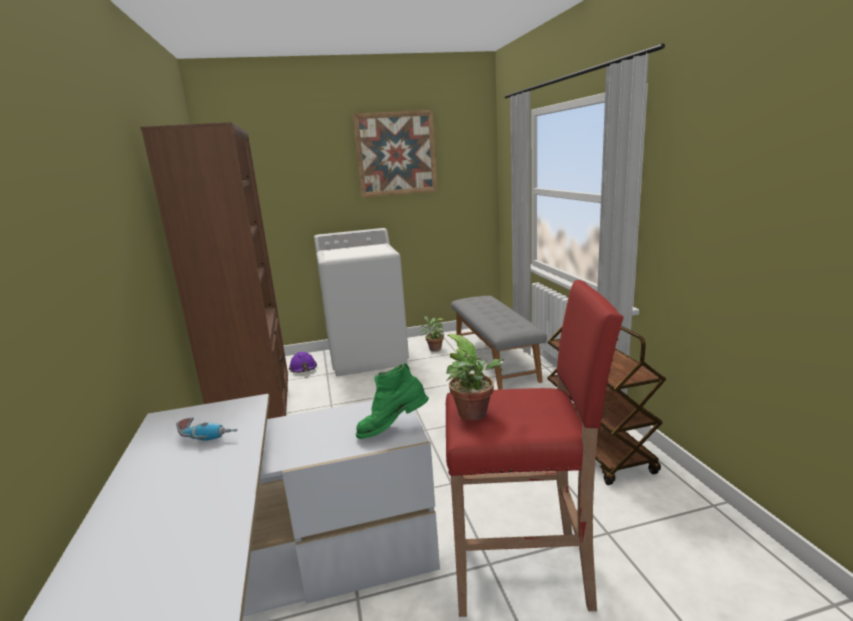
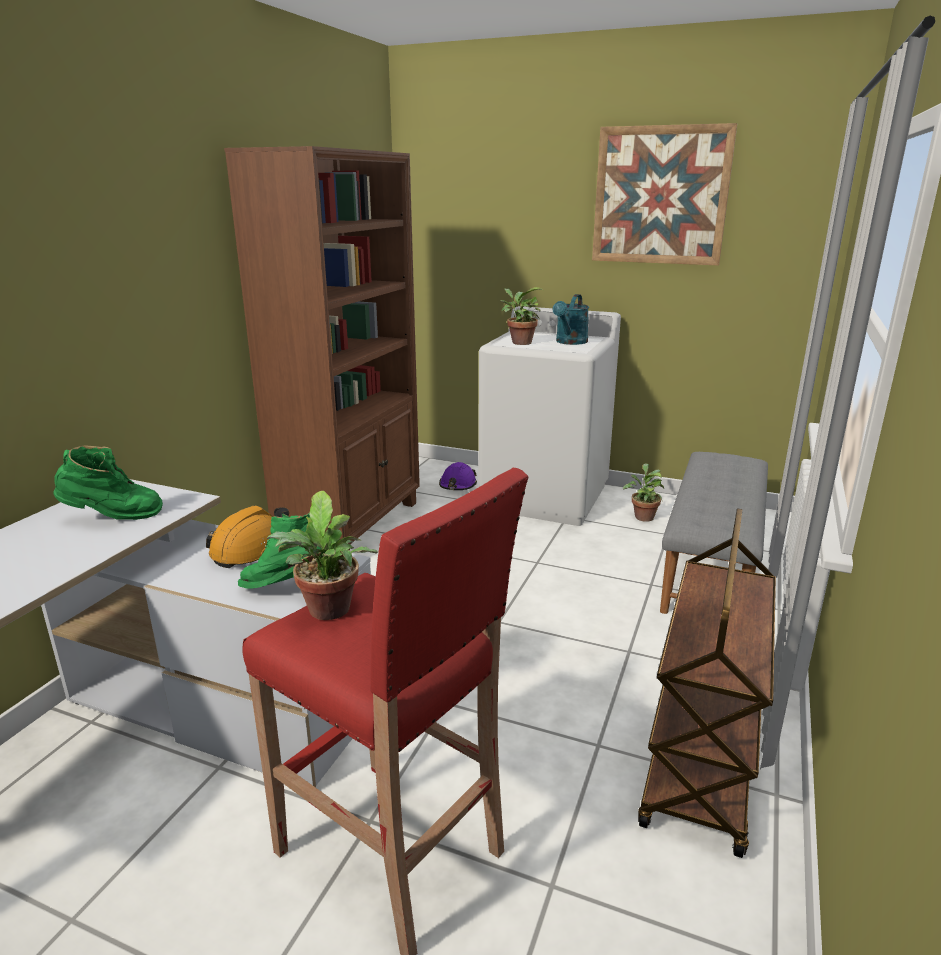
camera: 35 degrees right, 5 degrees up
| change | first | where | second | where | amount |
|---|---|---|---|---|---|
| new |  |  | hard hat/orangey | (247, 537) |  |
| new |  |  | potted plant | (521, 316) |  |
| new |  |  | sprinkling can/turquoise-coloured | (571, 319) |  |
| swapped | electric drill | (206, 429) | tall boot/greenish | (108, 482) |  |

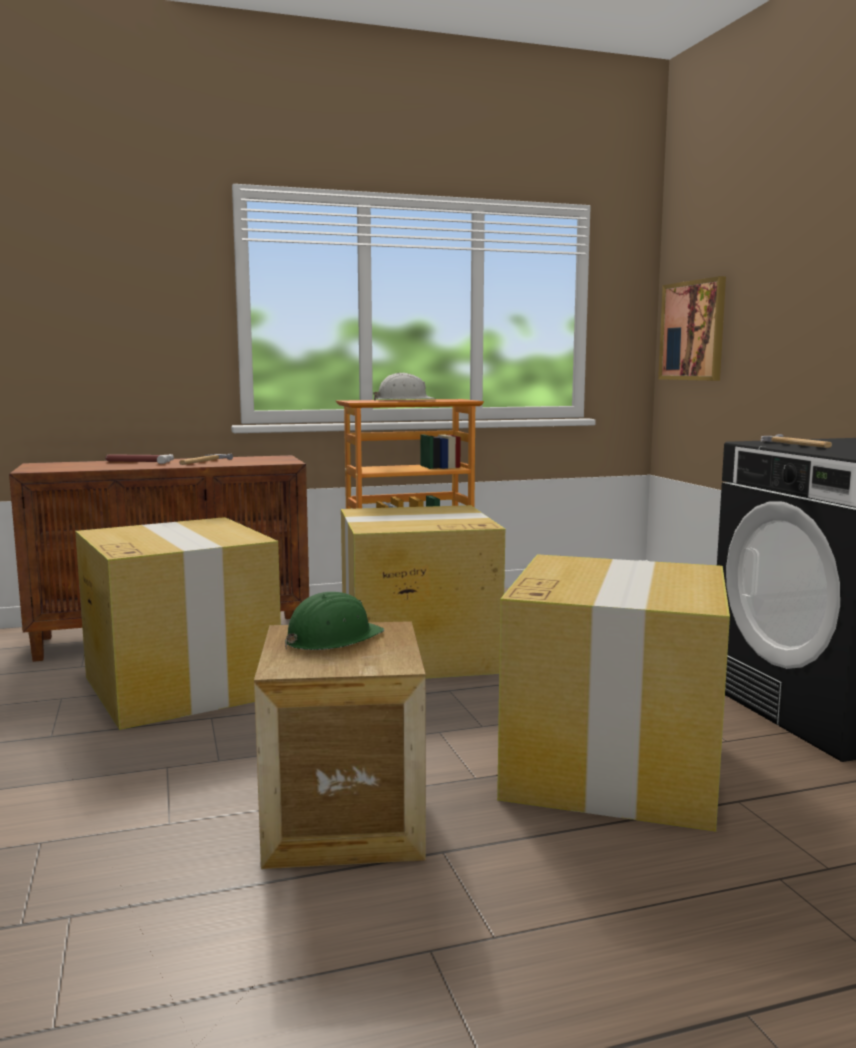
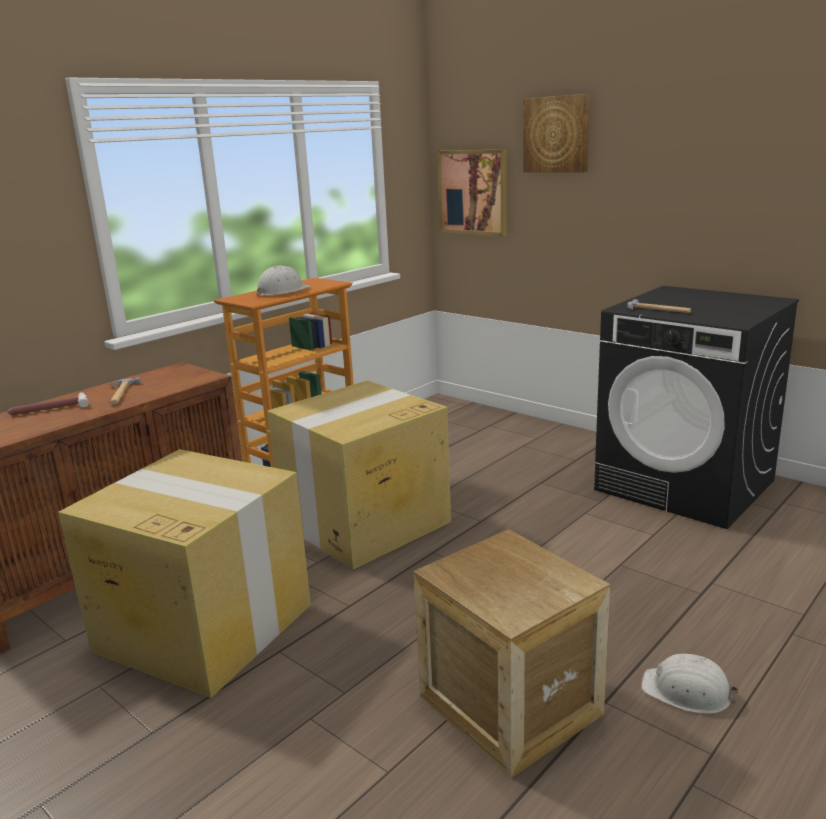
camera: 30 degrees left, 10 degrees up
| change | first | where | second | where | amount |
|---|---|---|---|---|---|
| gone | hard hat/greenish | (334, 621) |  |  |  |
| gone | packing box | (613, 693) |  |  |  |
| new |  |  | wall art | (556, 133) |  |
| new |  |  | hard hat/white-coloured | (690, 684) |  |

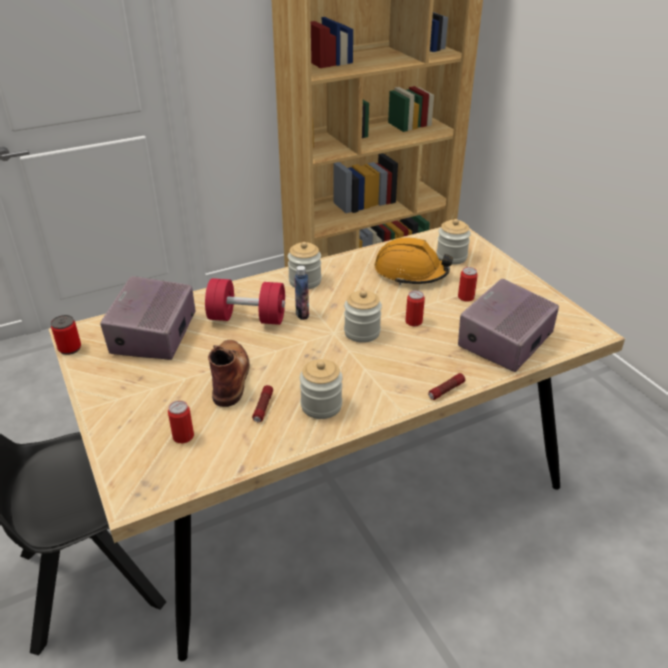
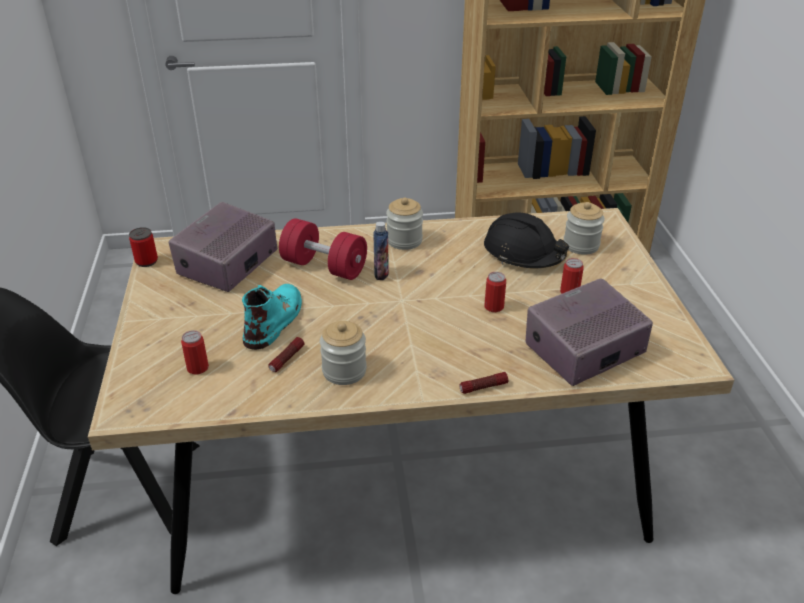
camera: 20 degrees right, 0 degrees up
| change | first | where | second | where | amount |
|---|---|---|---|---|---|
| gone | jar | (363, 316) |  |  |  |
| repainted | tall boot/brown | (229, 373) | tall boot/turquoise-coloured | (272, 317) |  |
| repainted | hard hat/orangey | (413, 261) | hard hat/black-coloured | (526, 240) |  |

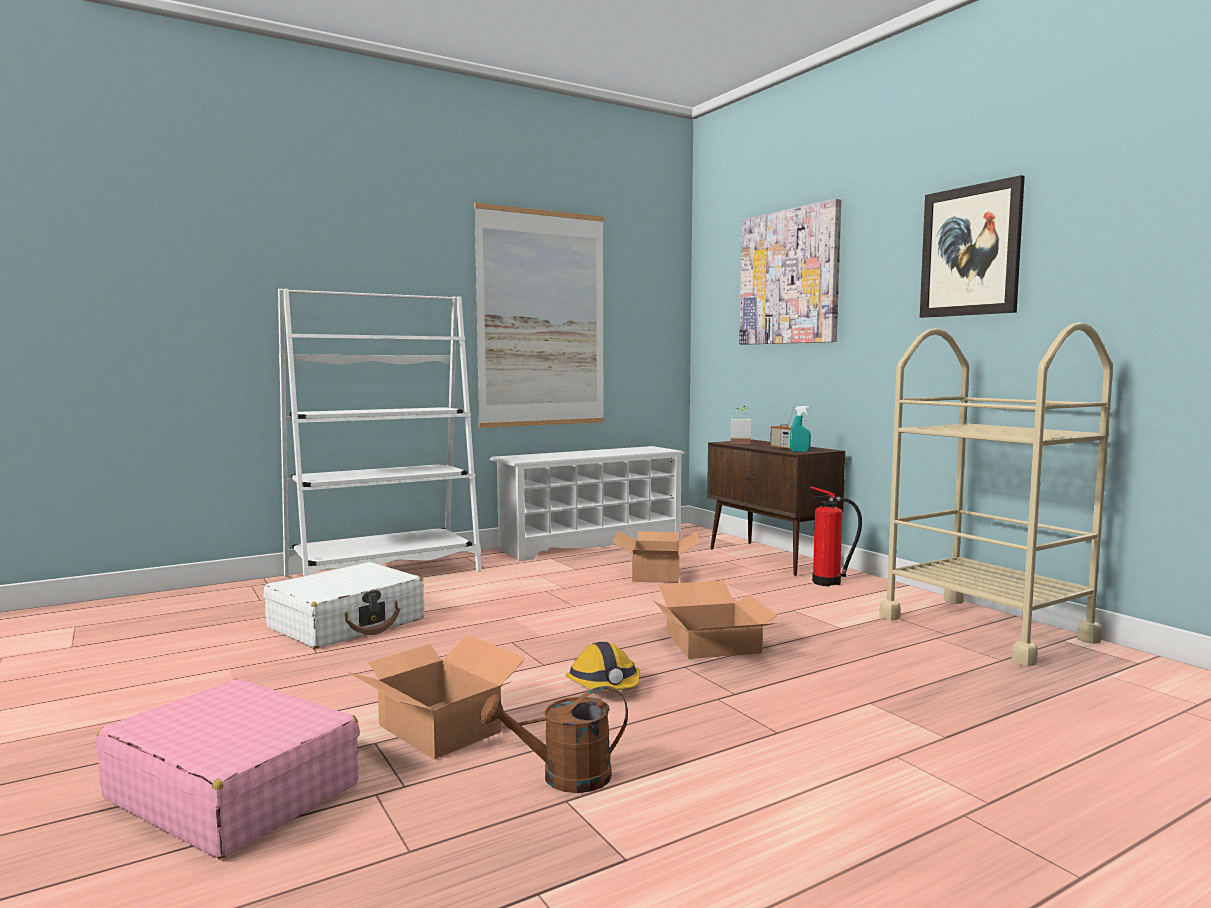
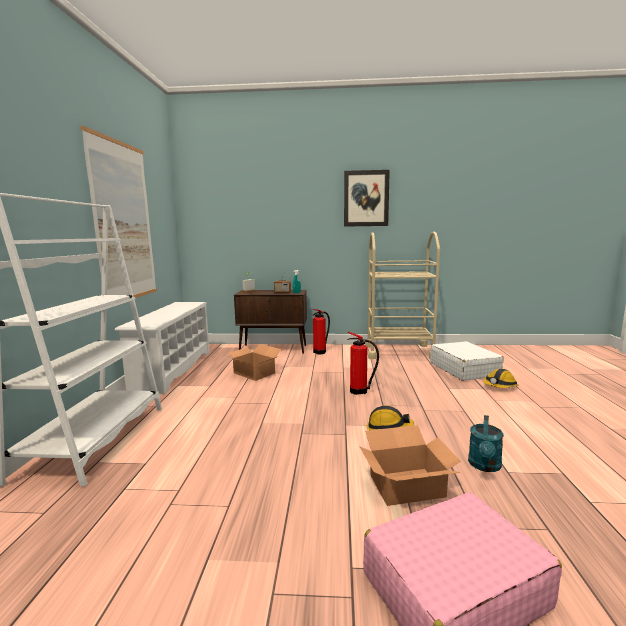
camera: 55 degrees left, 5 degrees up
| change | first | where | second | where | amount |
|---|---|---|---|---|---|
| gone | wall art | (790, 272) |  |  |  |
| new |  |  | hard hat | (500, 378) |  |
| shifted | travel case/white-coloured | (344, 605) |  | (467, 361) |  |
| swapped | packing box | (715, 620) | fire-fighting cylinder | (363, 363) |  |
| repainted | sprinkling can/brown | (554, 739) | sprinkling can/turquoise-coloured | (486, 443) |  |

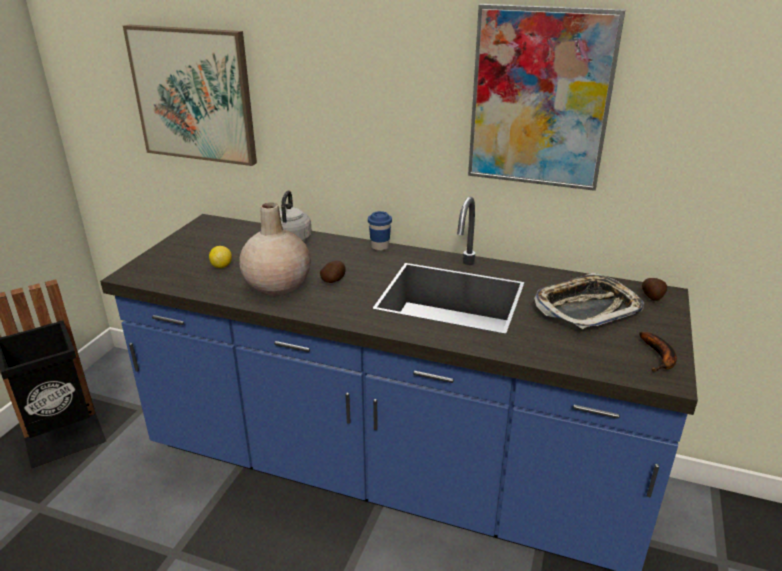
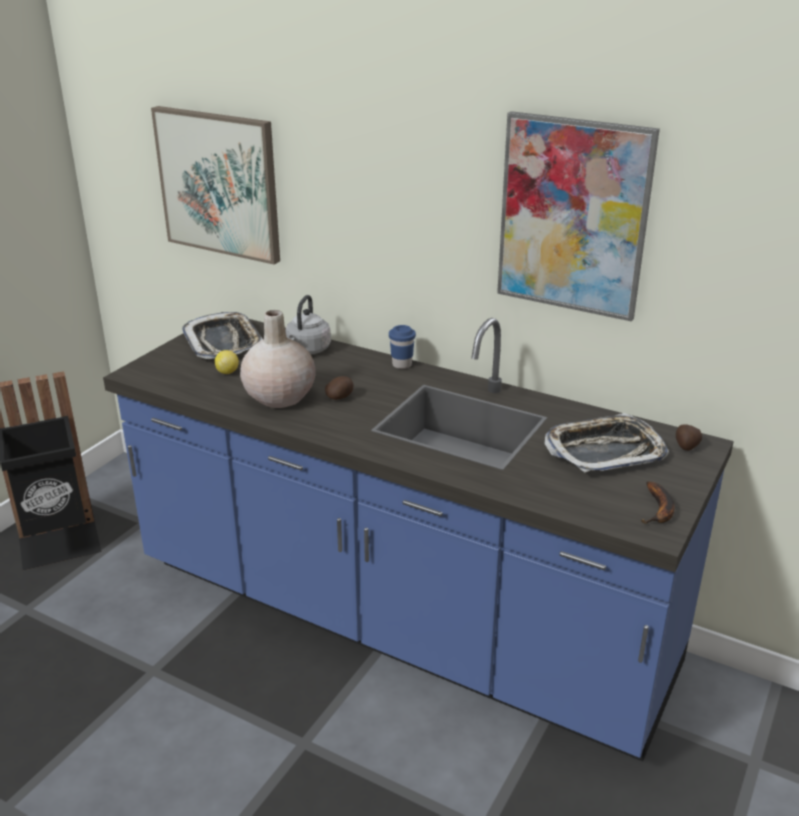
camera: 10 degrees right, 0 degrees up
| change | first | where | second | where | amount |
|---|---|---|---|---|---|
| new |  |  | carrying tray | (222, 335) |  |

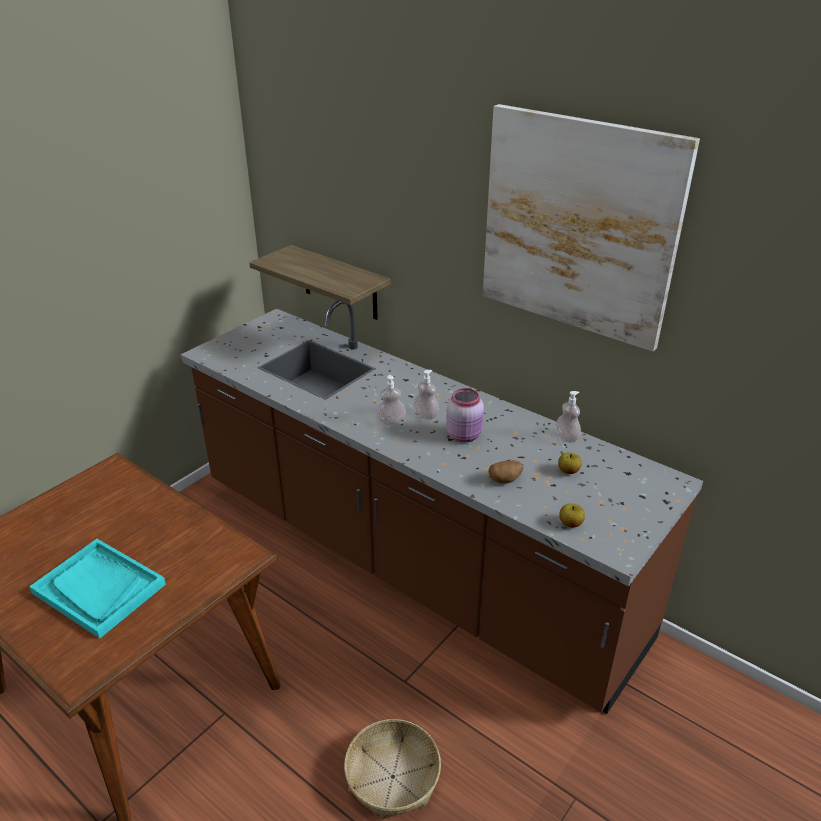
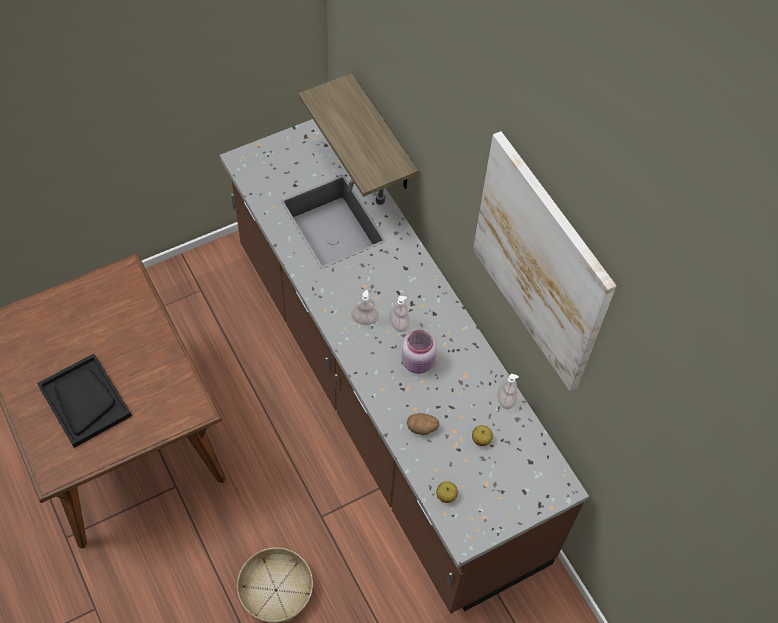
camera: 20 degrees right, 25 degrees up
| change | first | where | second | where | amount |
|---|---|---|---|---|---|
| repainted | carrying tray/turquoise-coloured | (97, 589) | carrying tray/black-coloured | (84, 401) |  |

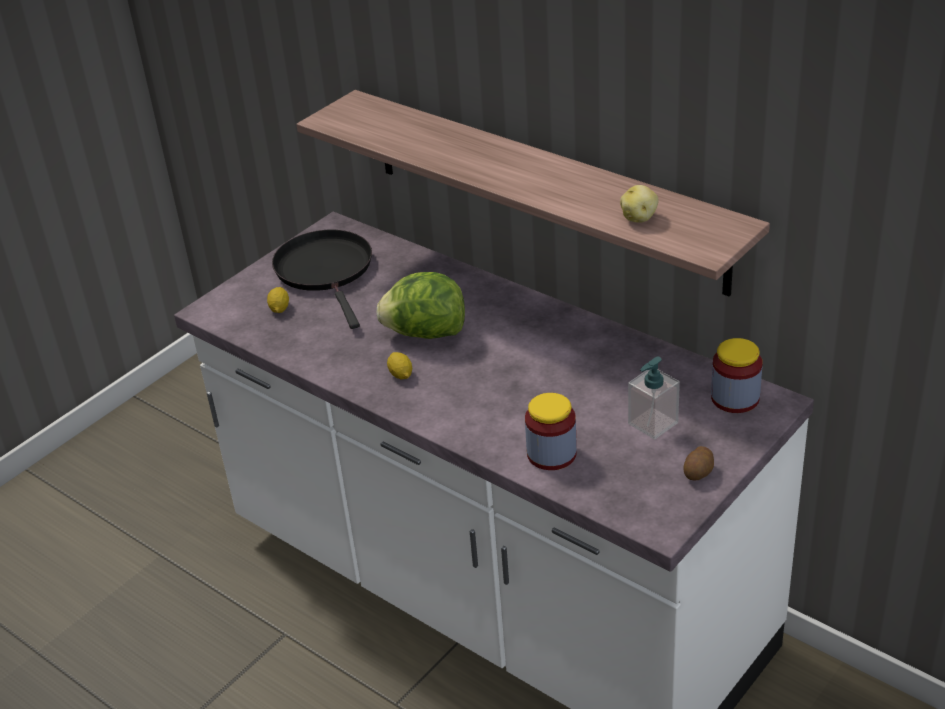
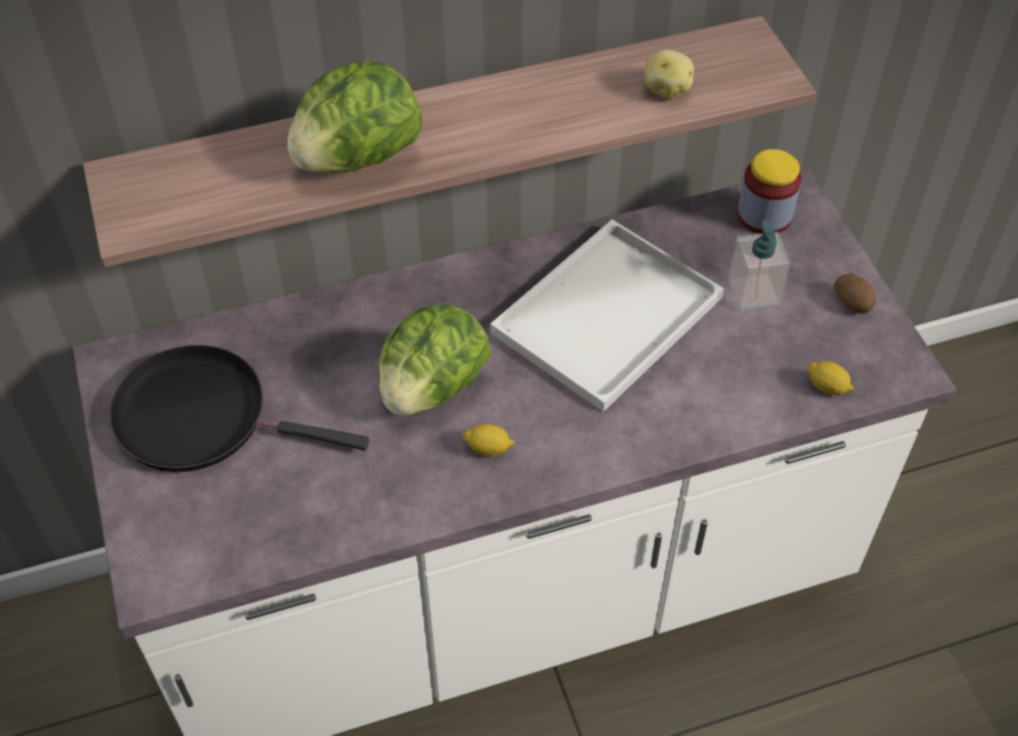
camera: 60 degrees left, 15 degrees up
| change | first | where | second | where | amount |
|---|---|---|---|---|---|
| gone | jar | (551, 431) |  |  |  |
| new |  |  | head of lettuce | (354, 117) |  |
| new |  |  | carrying tray/white-coloured | (607, 316) |  |
| shifted | whole lemon | (278, 300) |  | (830, 378) |  |

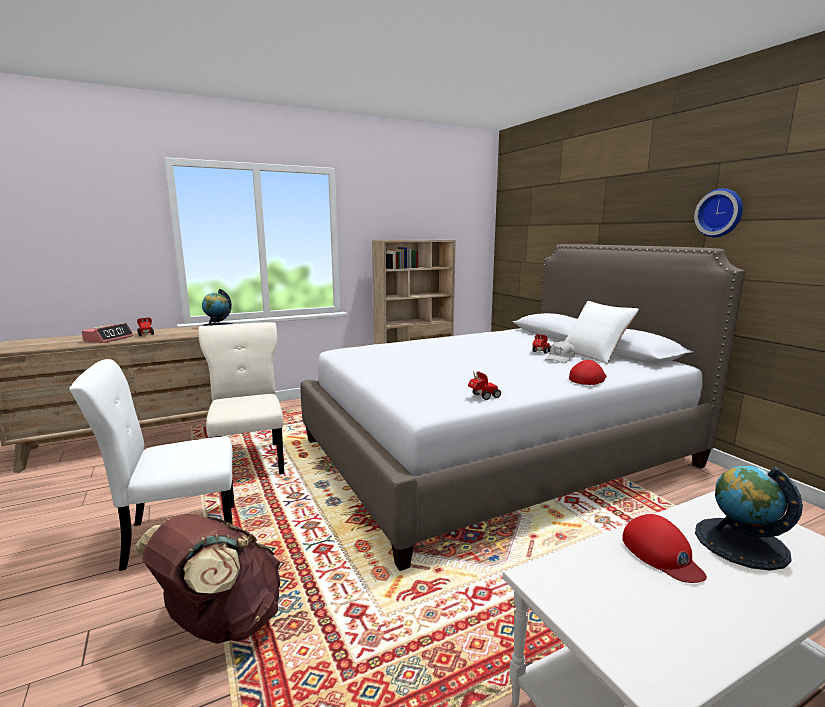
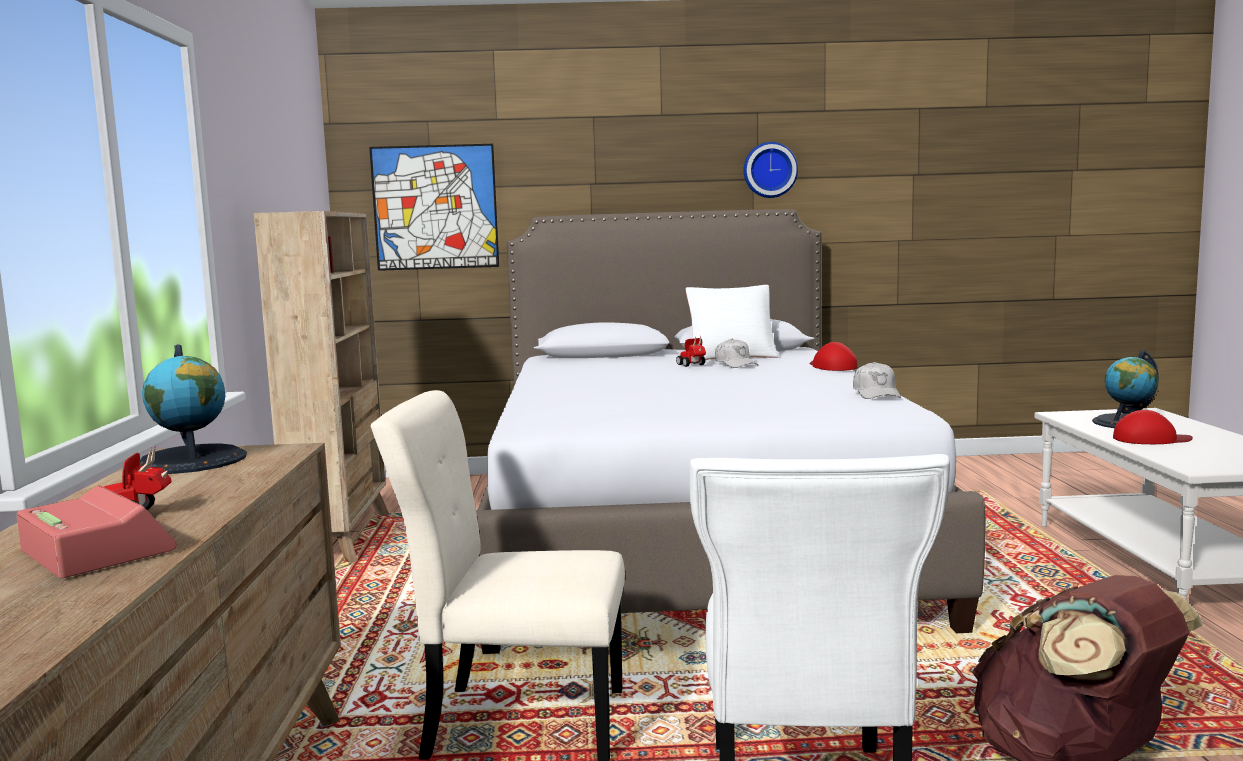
camera: 65 degrees left, 5 degrees down
| change | first | where | second | where | amount |
|---|---|---|---|---|---|
| new |  |  | wall art | (434, 207) |  |
| swapped | model car | (484, 385) | cap/white-coloured | (877, 380) |  |

